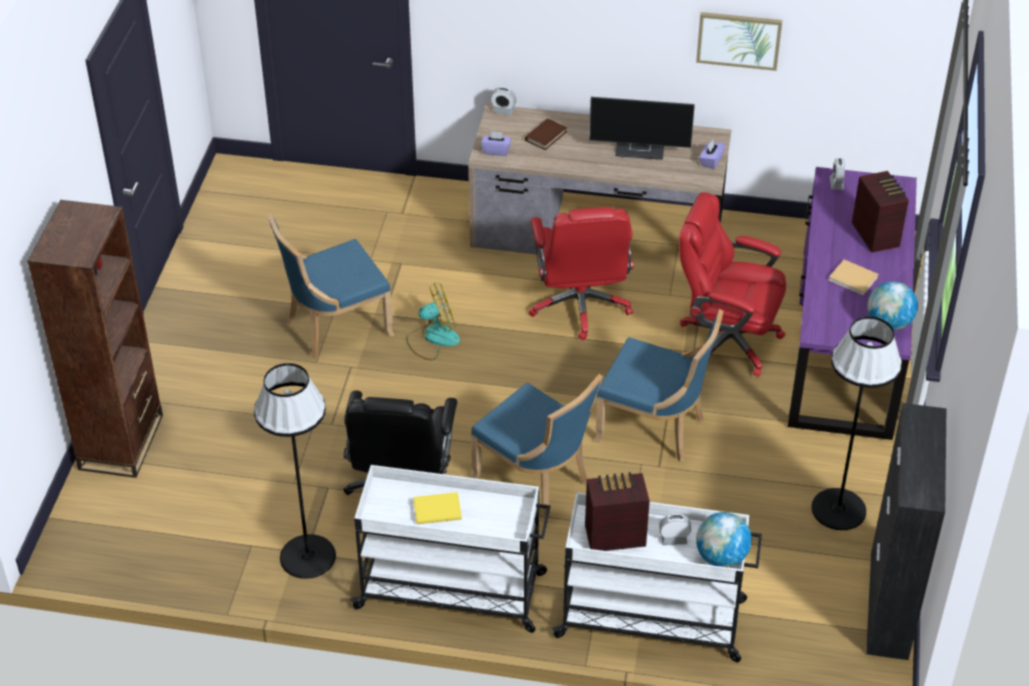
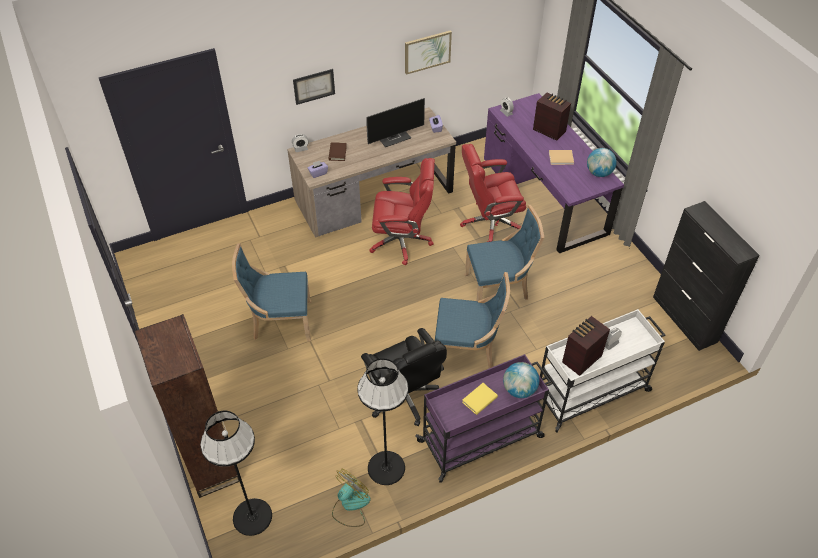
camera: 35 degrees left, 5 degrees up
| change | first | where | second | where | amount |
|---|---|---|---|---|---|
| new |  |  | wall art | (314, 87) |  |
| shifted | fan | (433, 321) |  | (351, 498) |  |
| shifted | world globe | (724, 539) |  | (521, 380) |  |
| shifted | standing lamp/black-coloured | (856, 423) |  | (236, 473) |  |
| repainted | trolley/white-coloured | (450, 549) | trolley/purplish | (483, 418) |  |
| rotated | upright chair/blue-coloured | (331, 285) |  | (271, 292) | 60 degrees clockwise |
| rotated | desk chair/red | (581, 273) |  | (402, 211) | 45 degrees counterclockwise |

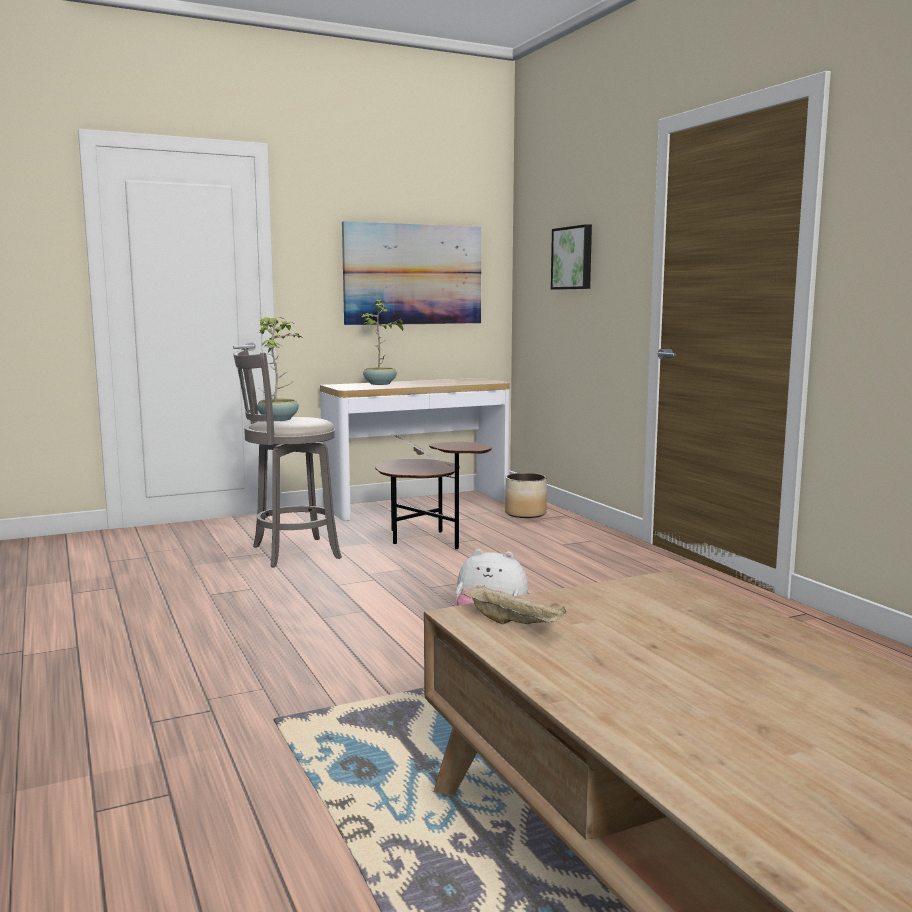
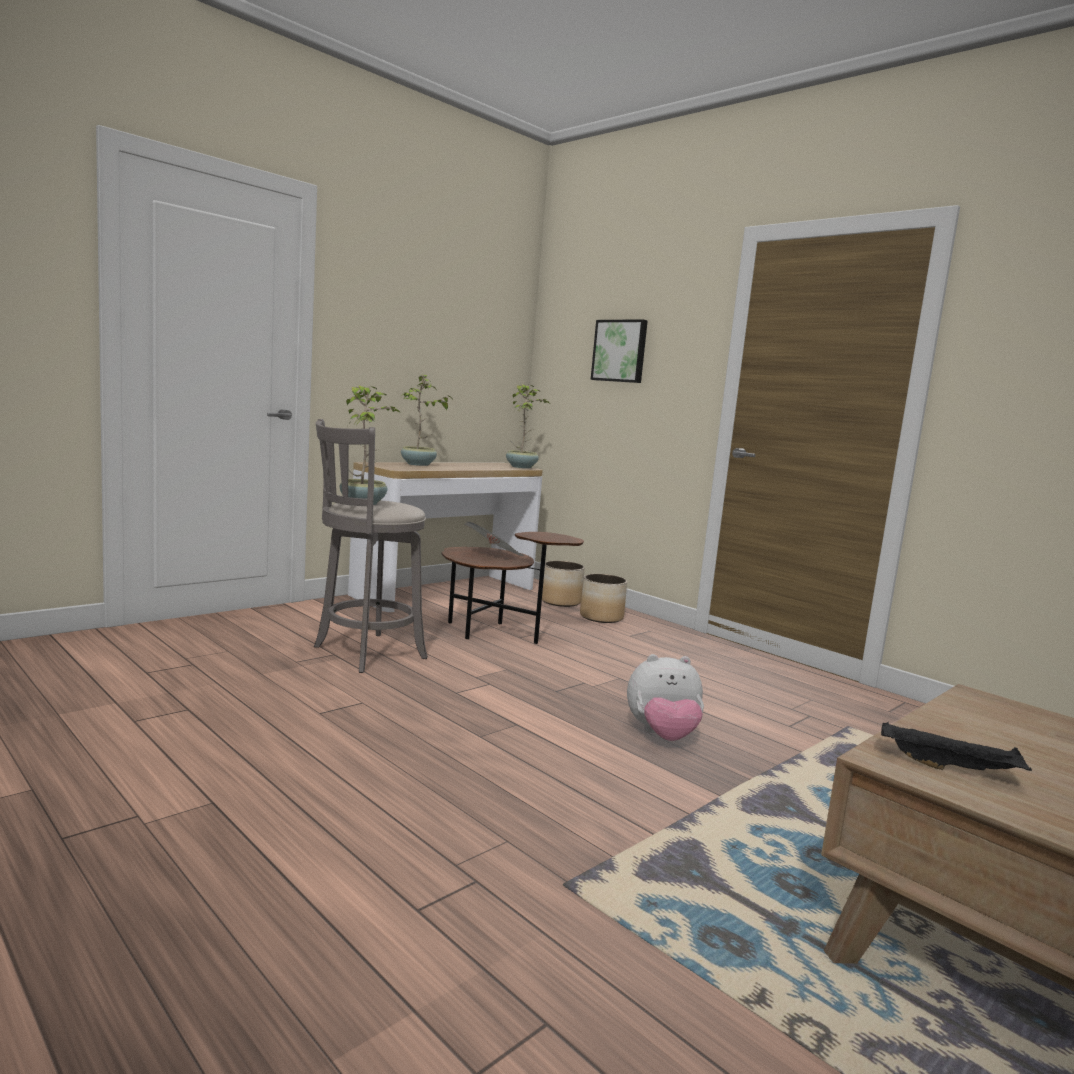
camera: 20 degrees left, 0 degrees up
| change | first | where | second | where | amount |
|---|---|---|---|---|---|
| gone | wall art | (411, 273) |  |  |  |
| new |  |  | potted plant | (527, 426) |  |
| new |  |  | planter | (603, 598) |  |
| repainted | carrying tray/beige | (513, 605) | carrying tray/black-coloured | (956, 746) |  |

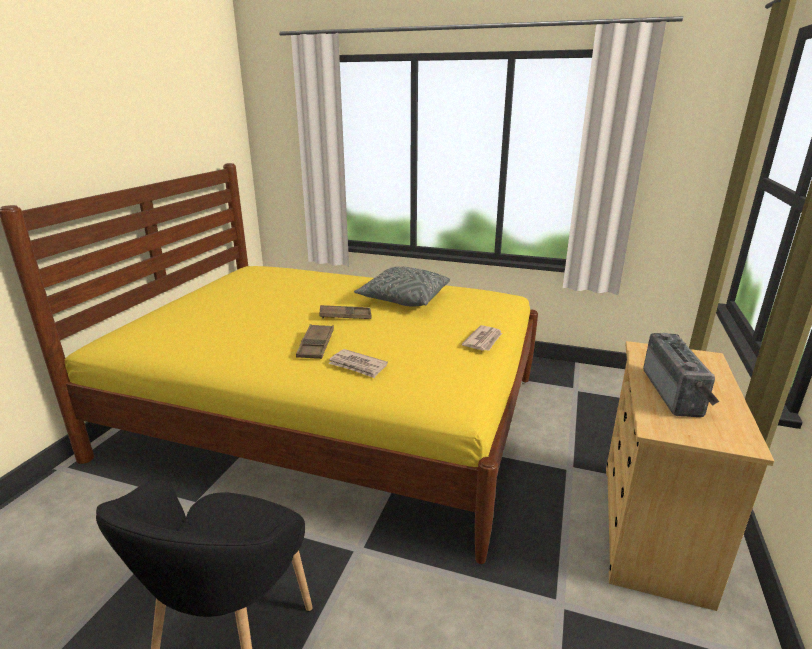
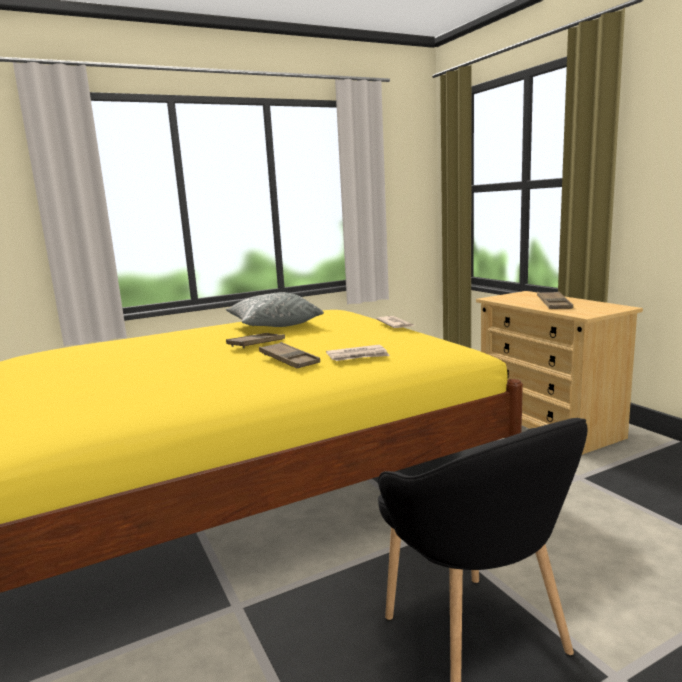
camera: 45 degrees left, 10 degrees down
| change | first | where | second | where | amount |
|---|---|---|---|---|---|
| swapped | radio | (681, 375) | carrying tray/brown | (555, 300) |  |

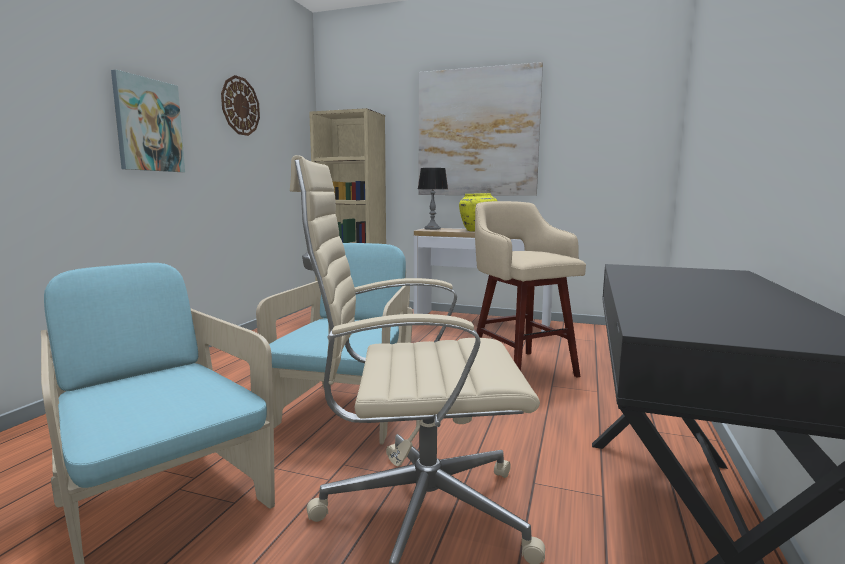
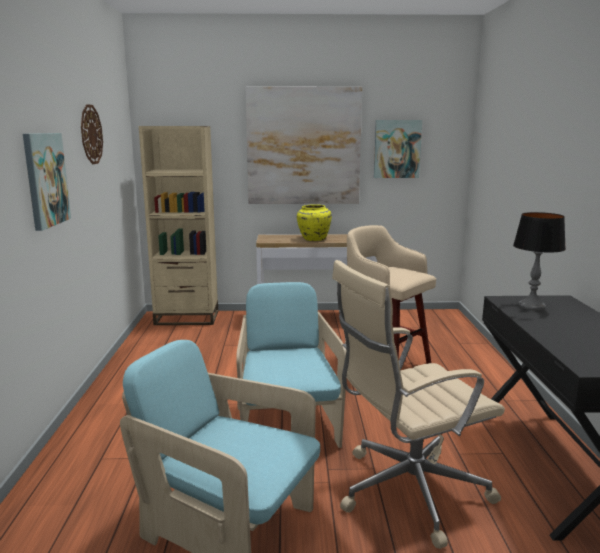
camera: 20 degrees left, 5 degrees up
| change | first | where | second | where | amount |
|---|---|---|---|---|---|
| new |  |  | wall art | (398, 149) |  |
| shifted | table lamp | (433, 199) |  | (539, 261) |  |

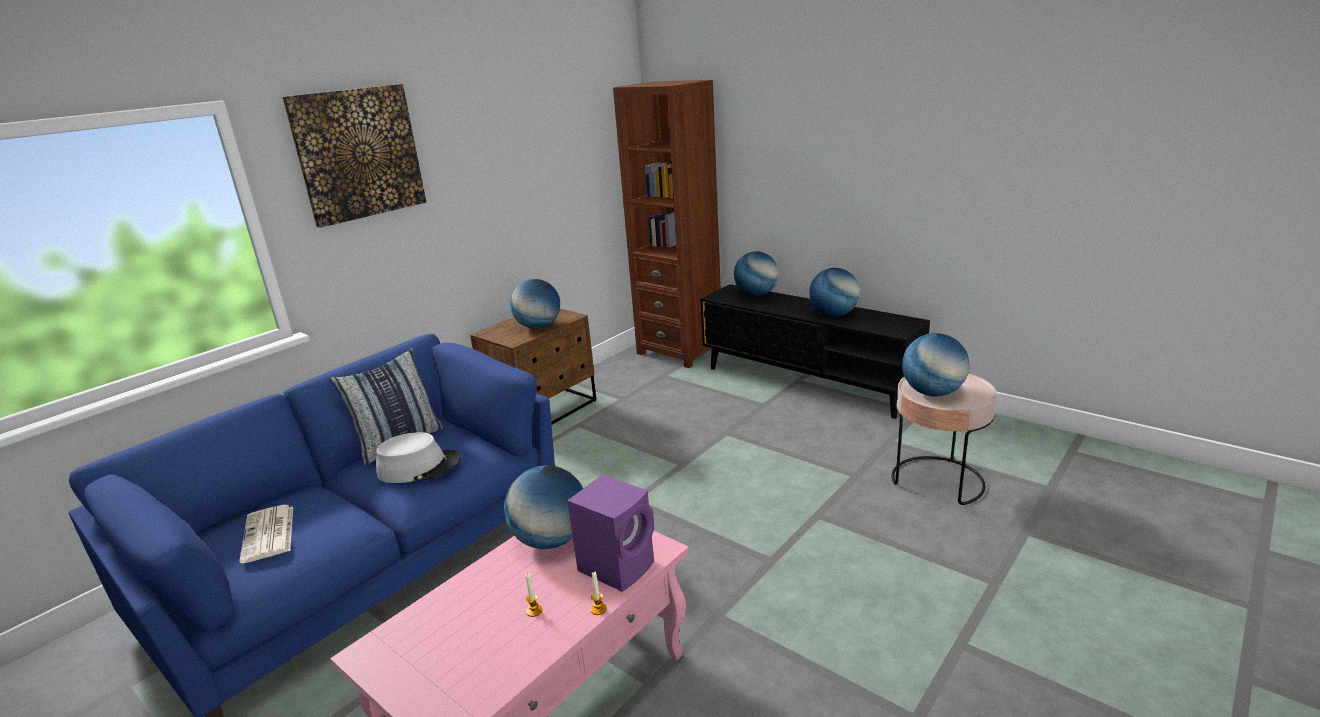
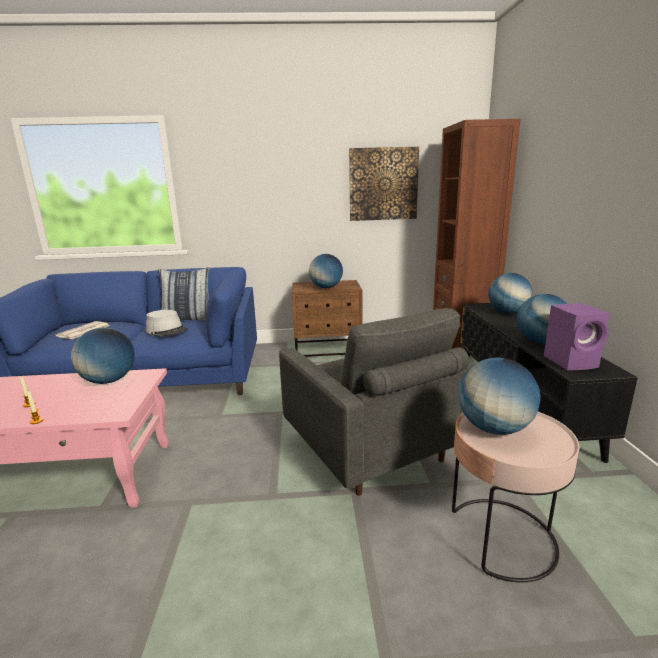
camera: 45 degrees right, 5 degrees down
| change | first | where | second | where | amount |
|---|---|---|---|---|---|
| new |  |  | easy chair/grey | (377, 402) |  |
| shifted | wall art | (354, 156) |  | (384, 184) |  |
| shifted | speaker/purplish | (610, 533) |  | (577, 336) |  |

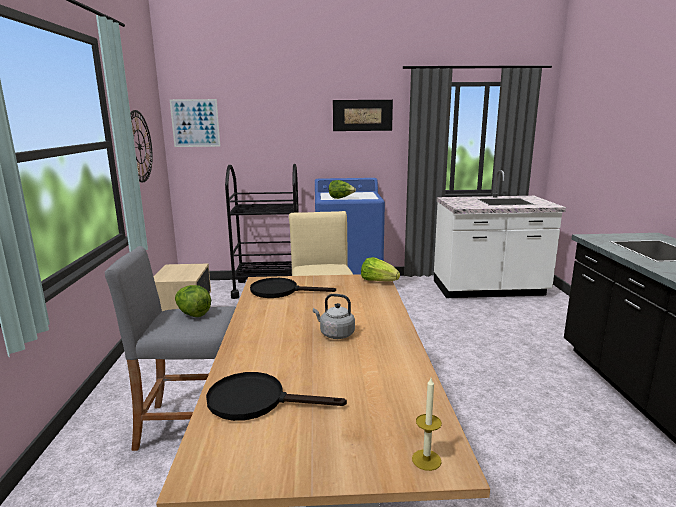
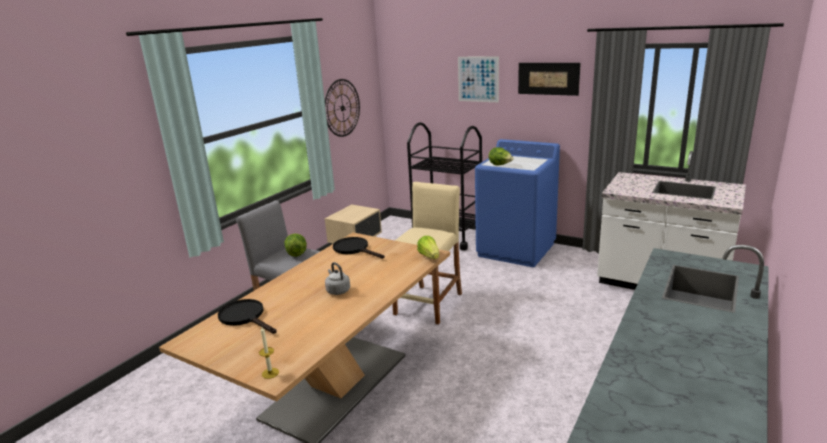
camera: 35 degrees right, 5 degrees up
| change | first | where | second | where | amount |
|---|---|---|---|---|---|
| shifted | wall art | (195, 123) |  | (478, 79) |  |

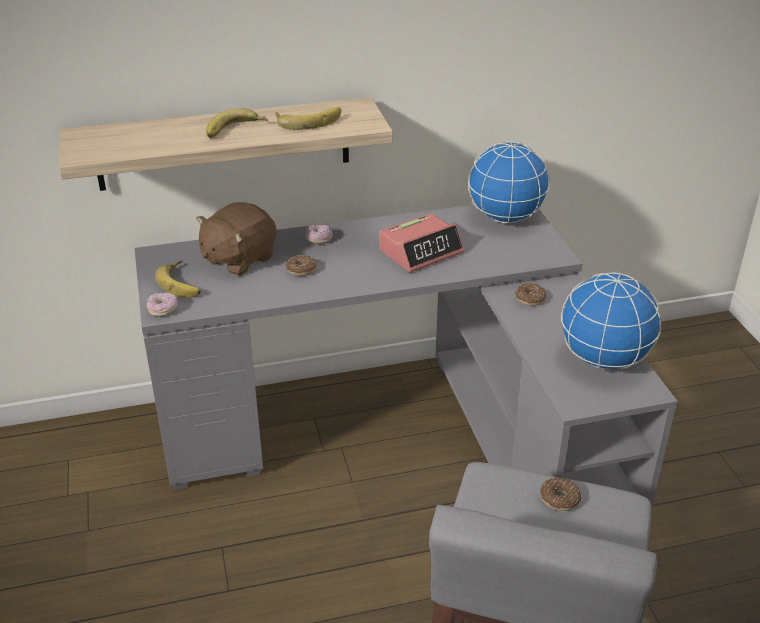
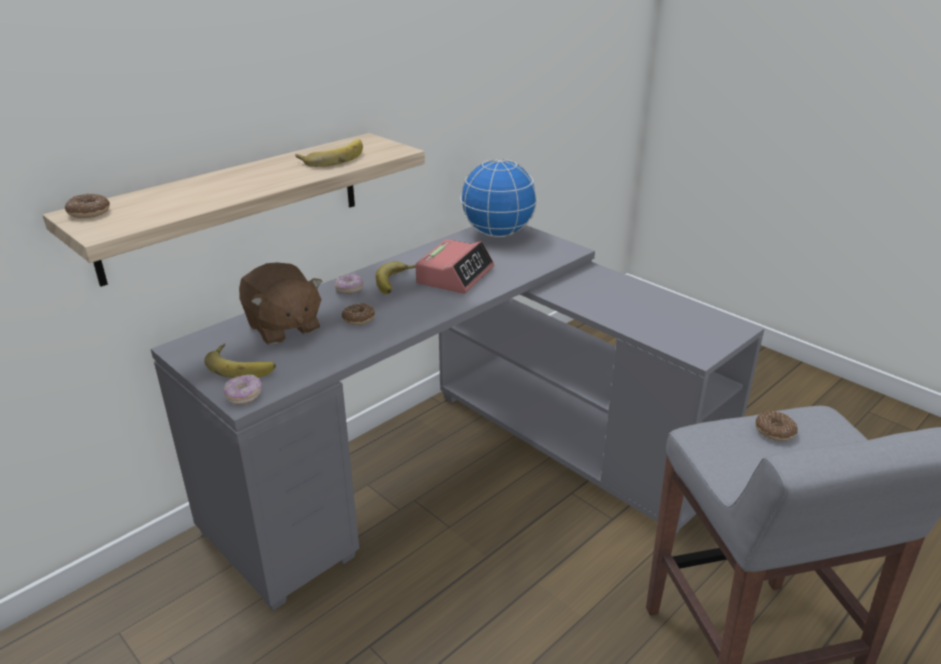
camera: 30 degrees left, 5 degrees down
| change | first | where | second | where | amount |
|---|---|---|---|---|---|
| gone | world globe | (611, 320) |  |  |  |
| shifted | whole banana | (236, 123) |  | (396, 277) |  |
| shifted | donut | (530, 294) |  | (87, 206) |  |
| rotated | cuddly toy/brown | (236, 239) |  | (281, 303) | 45 degrees counterclockwise |

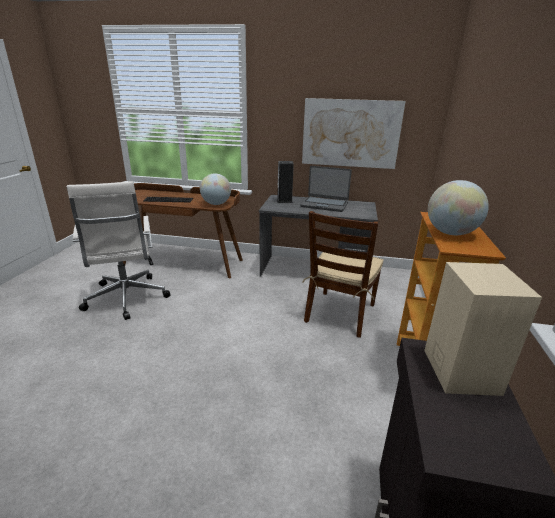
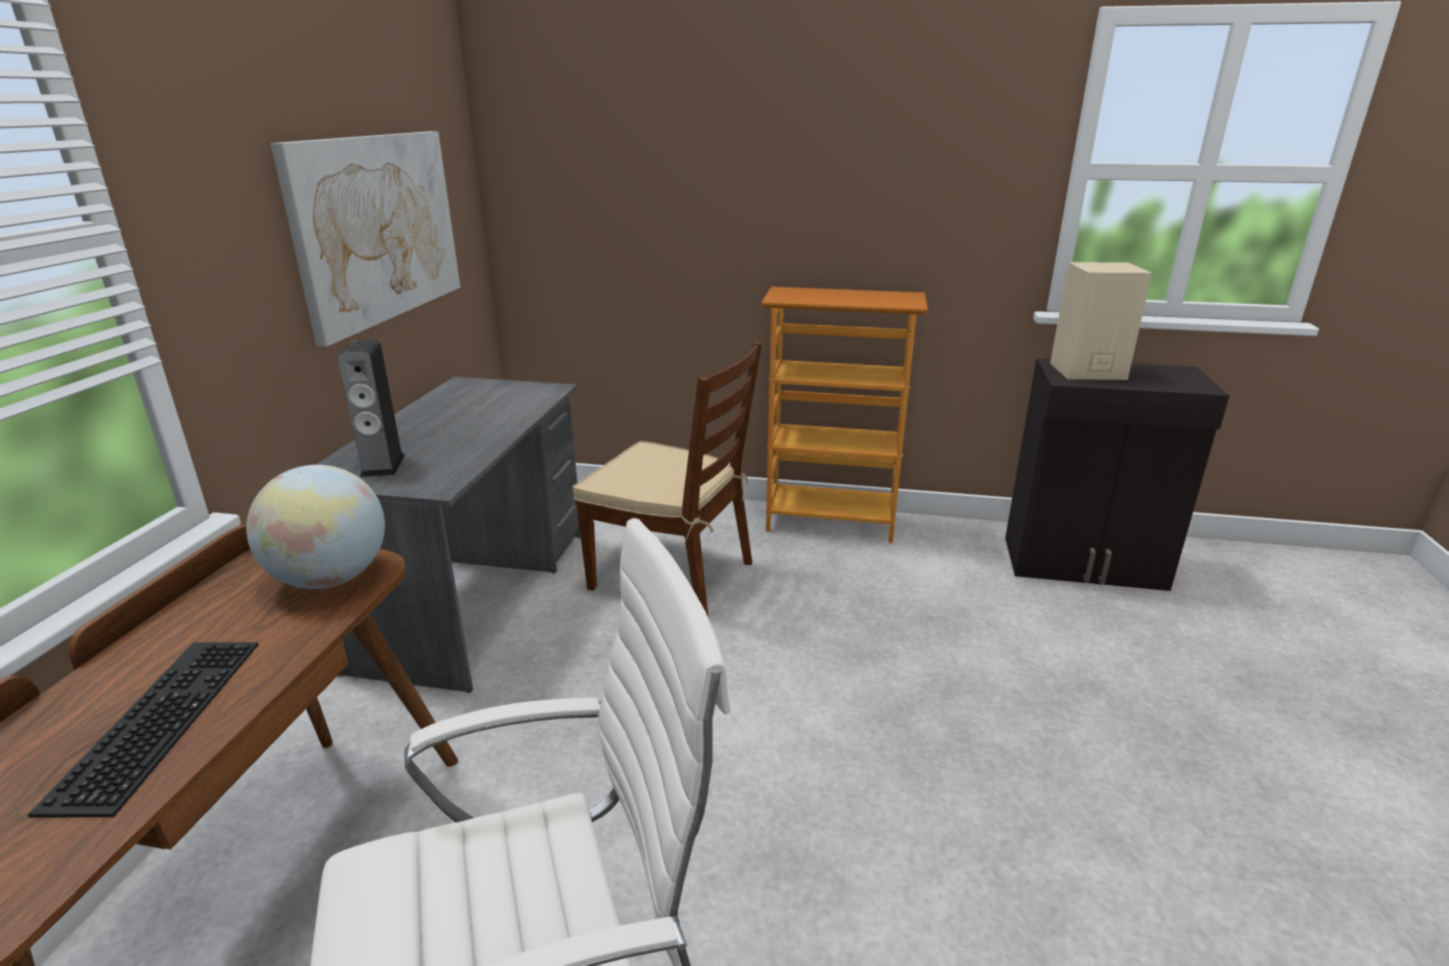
camera: 90 degrees left, 0 degrees up
| change | first | where | second | where | amount |
|---|---|---|---|---|---|
| gone | laptop | (326, 189) |  |  |  |
| gone | world globe | (458, 207) |  |  |  |

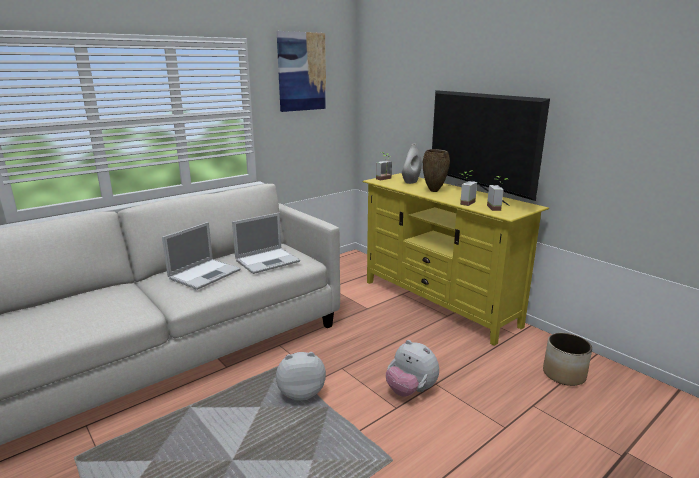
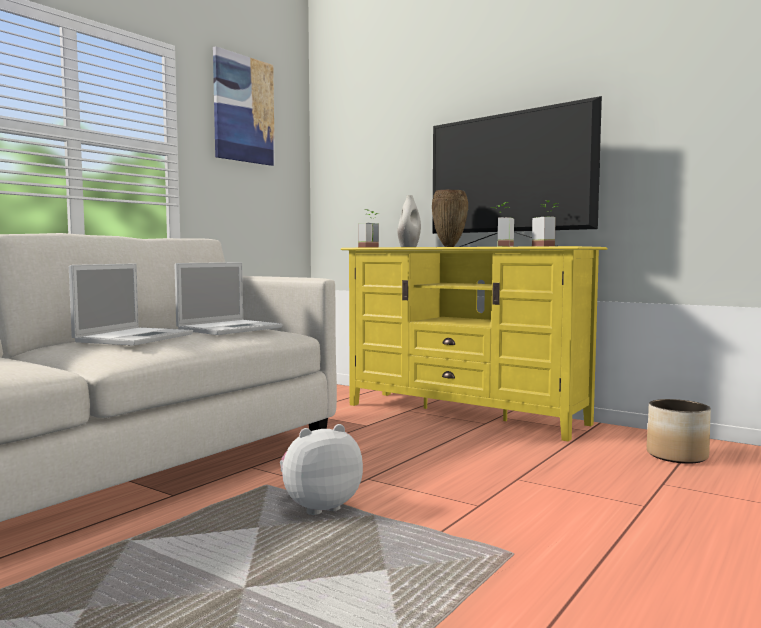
camera: 15 degrees left, 15 degrees down
| change | first | where | second | where | amount |
|---|---|---|---|---|---|
| gone | cuddly toy | (412, 368) |  |  |  |

